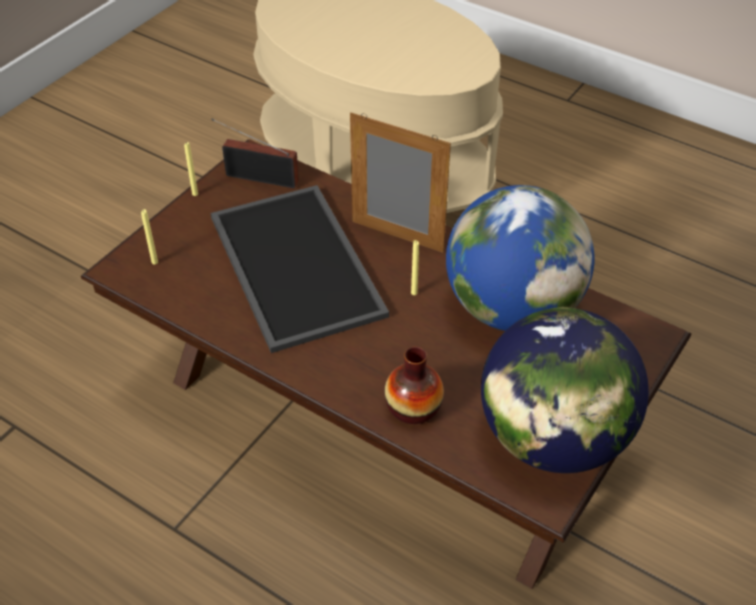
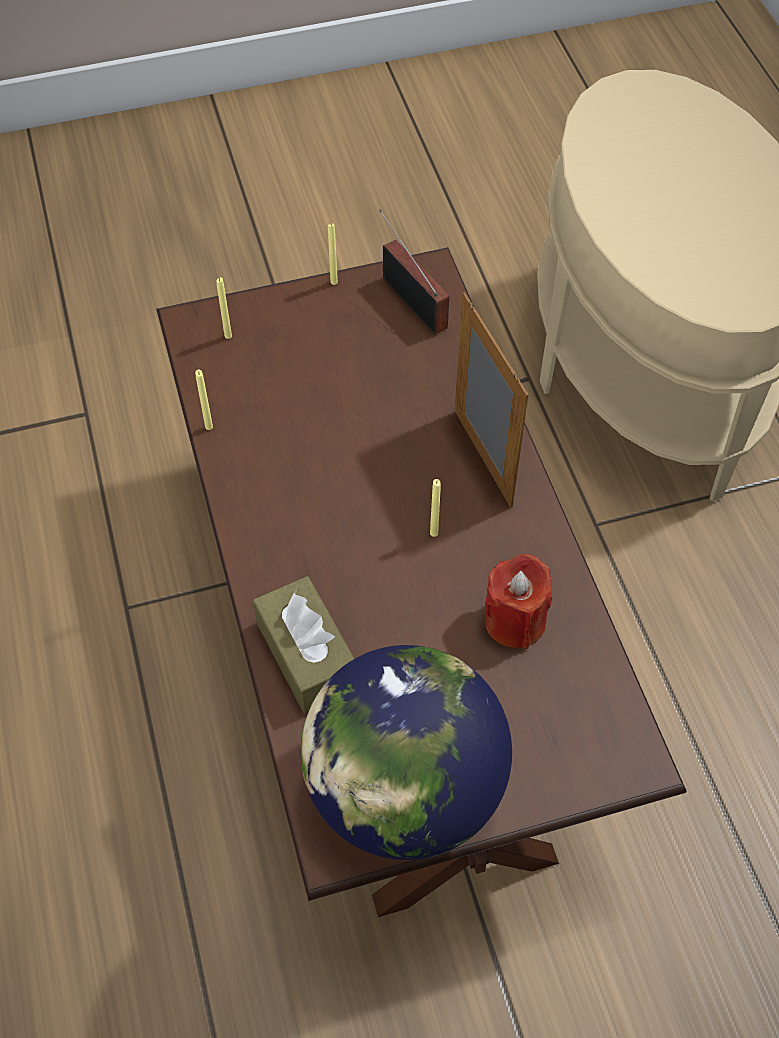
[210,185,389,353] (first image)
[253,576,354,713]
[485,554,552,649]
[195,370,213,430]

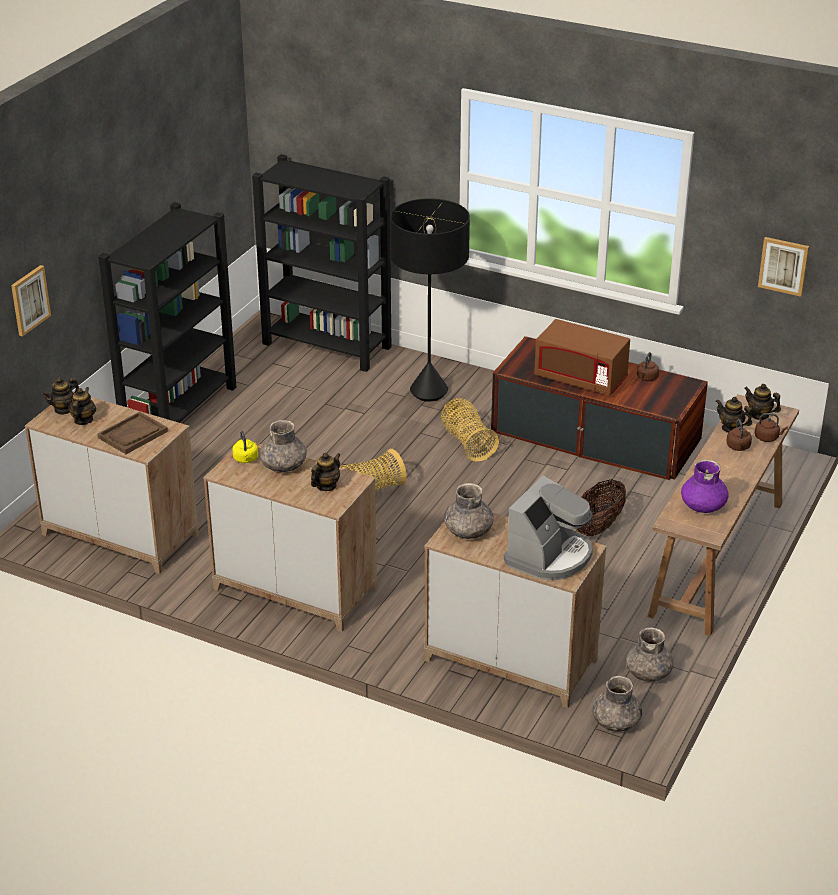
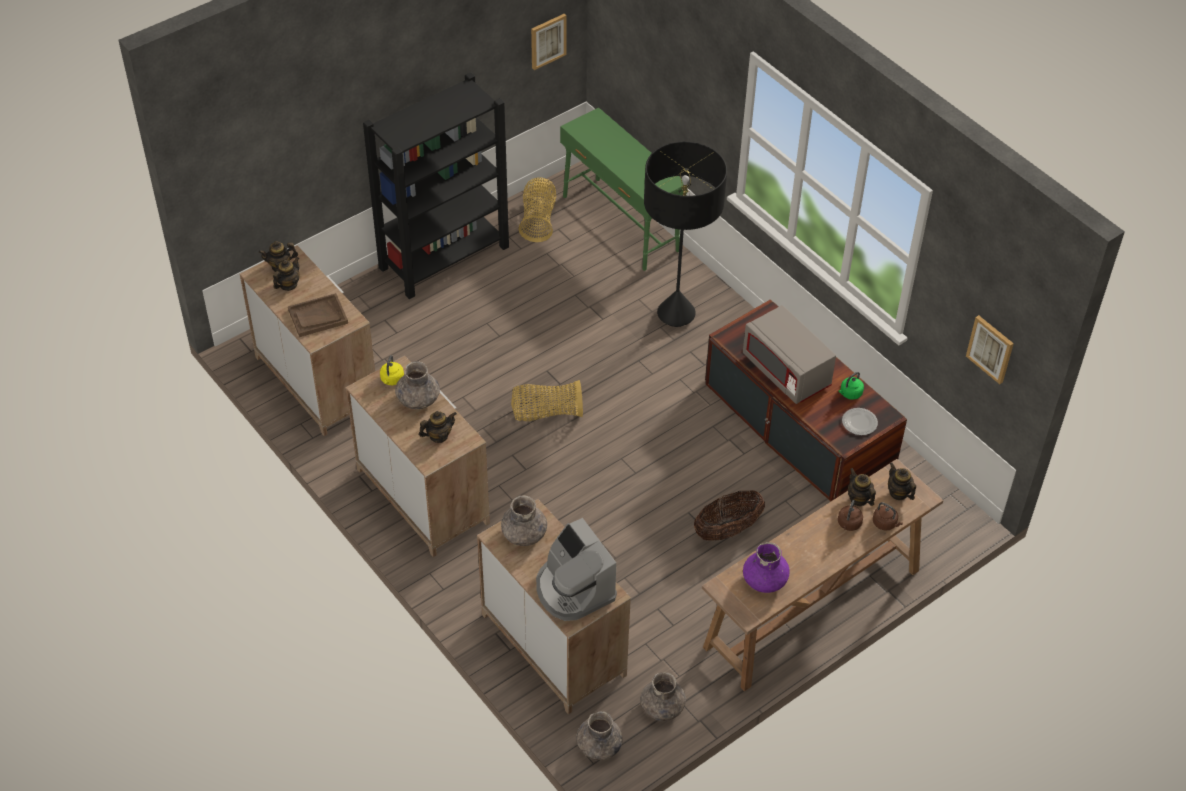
[531,14,566,70]
[560,108,687,271]
[519,177,556,242]
[536,518,617,621]
[743,305,836,404]
[839,372,864,400]
[842,408,878,435]

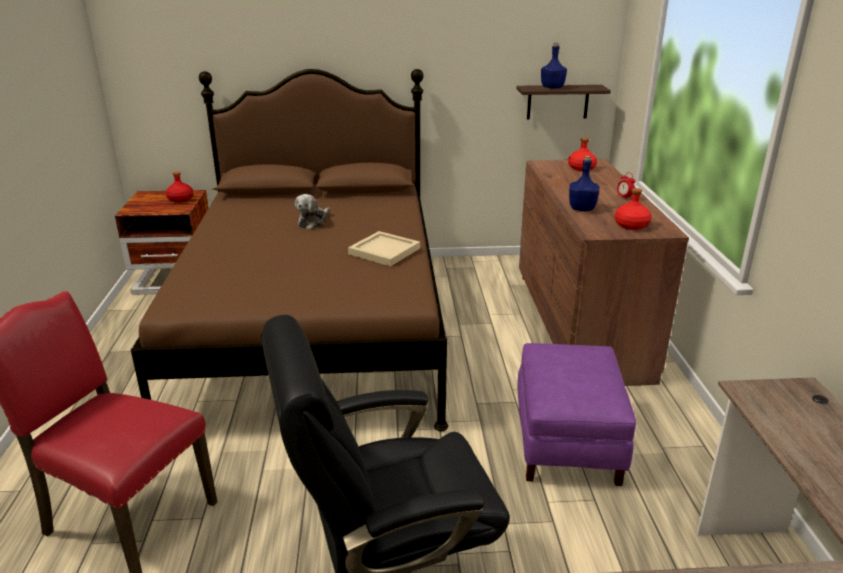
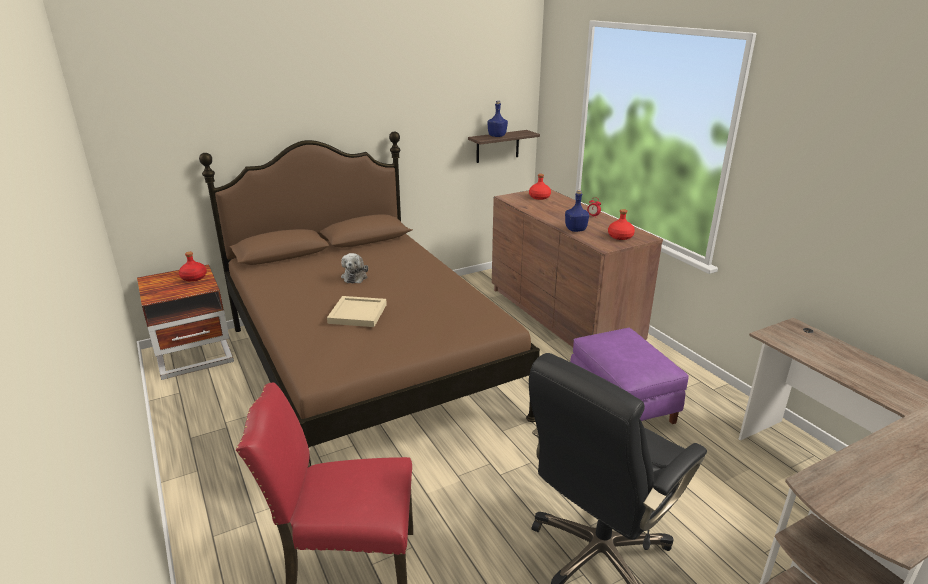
[327,296,387,327]

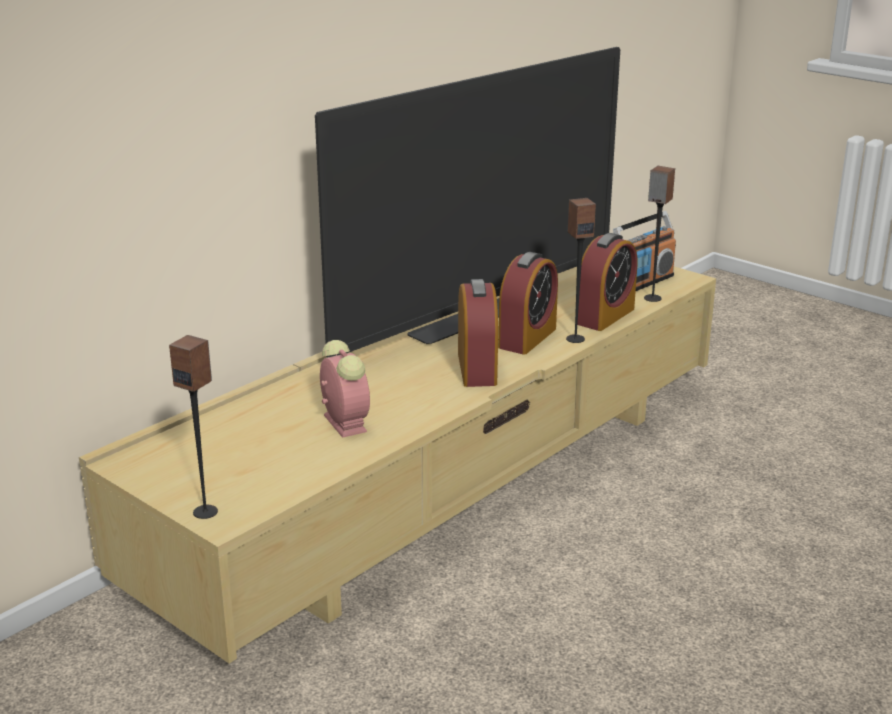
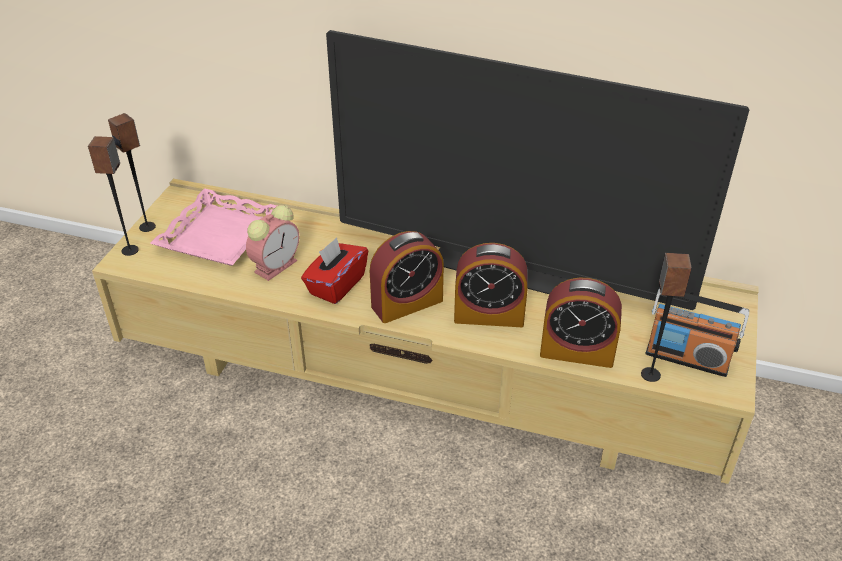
[108,113,156,232]
[150,188,277,266]
[301,237,368,304]

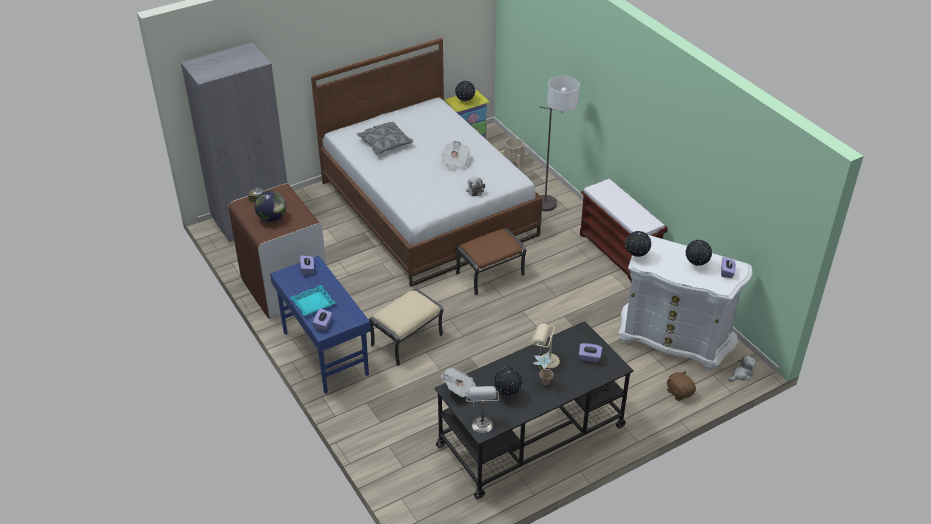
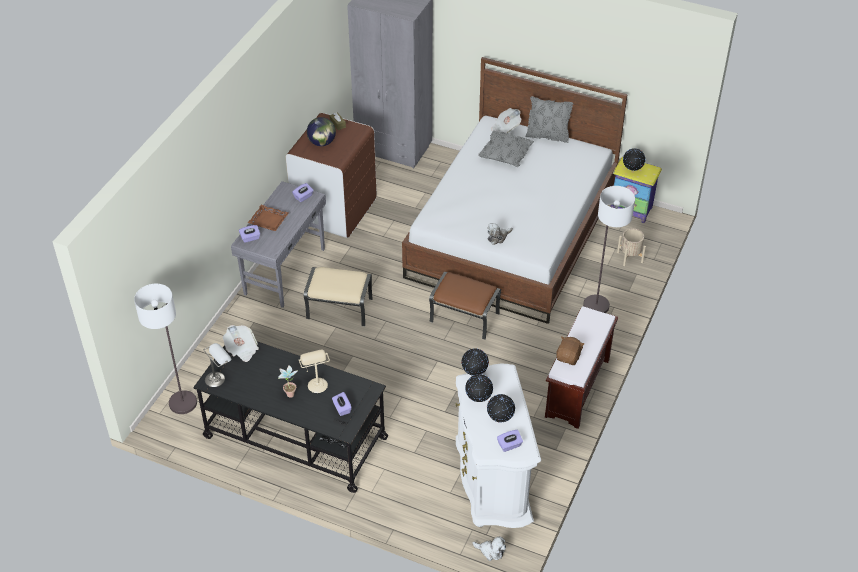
[231,181,326,308]
[248,205,289,231]
[491,108,521,133]
[465,374,493,402]
[556,336,584,365]
[134,284,197,414]
[526,96,573,143]

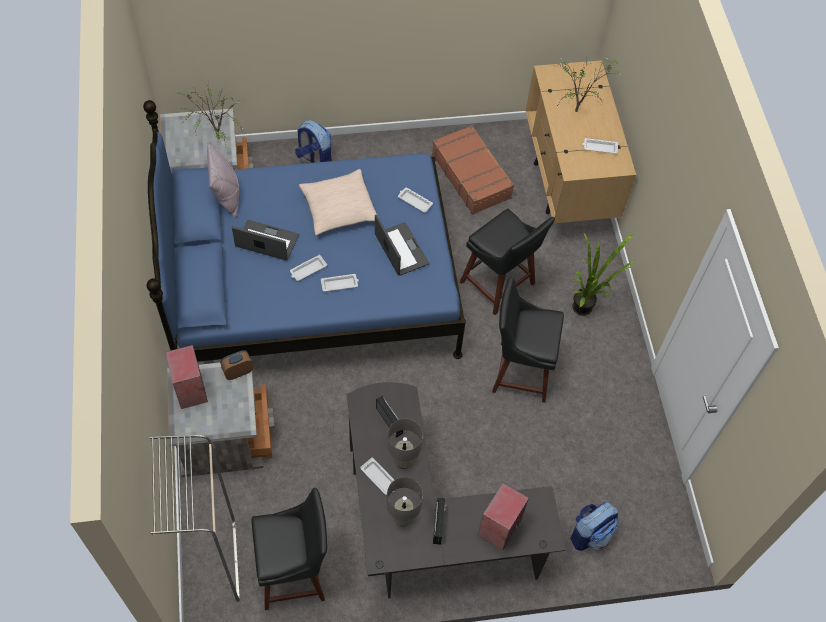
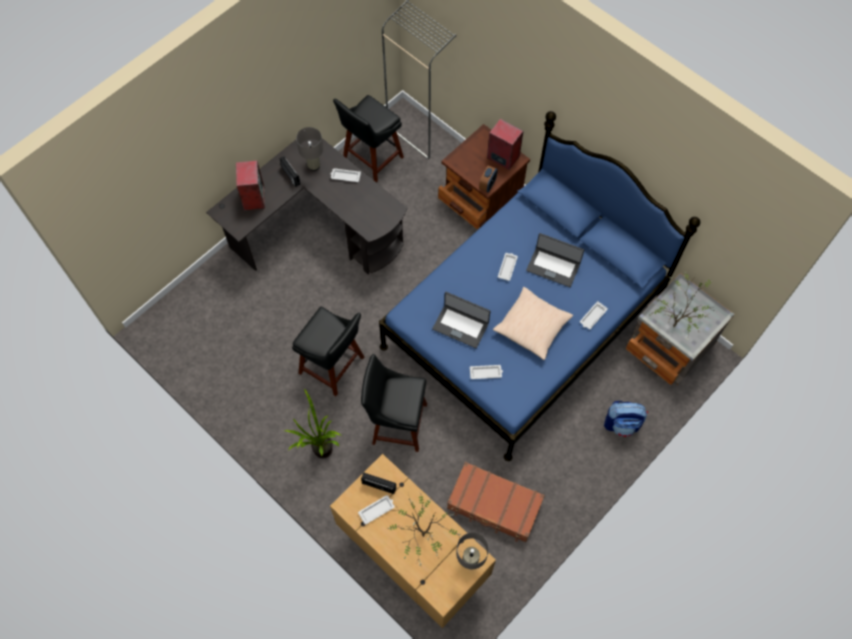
[438,124,530,229]
[207,142,239,218] (first image)
[526,233,584,287]
[580,301,608,329]
[361,472,396,494]
[456,533,489,569]
[292,307,364,396]
[570,502,618,551] (first image)

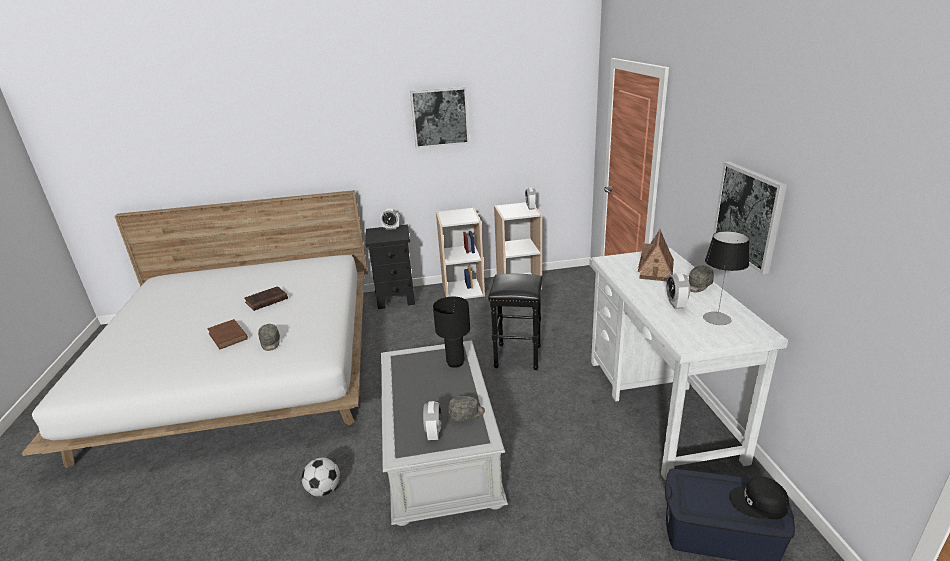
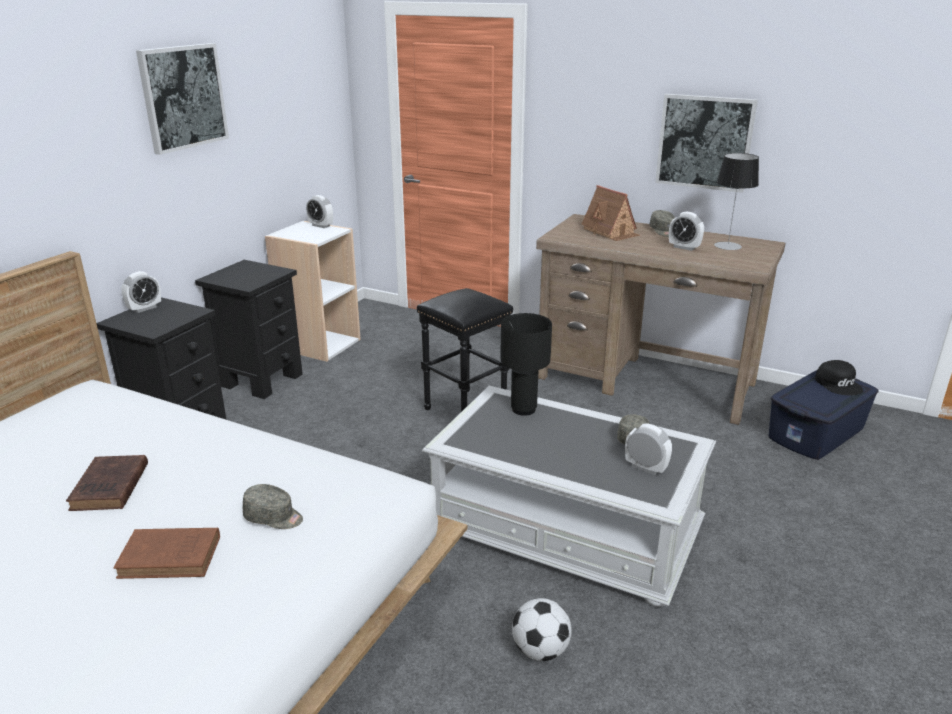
[195,260,303,399]
[536,214,786,425]
[815,360,863,395]

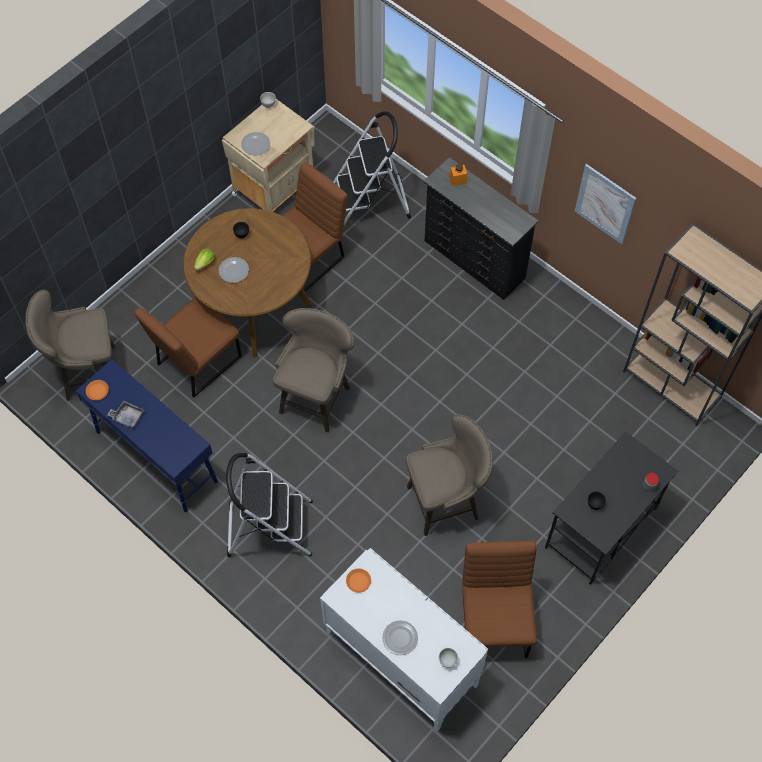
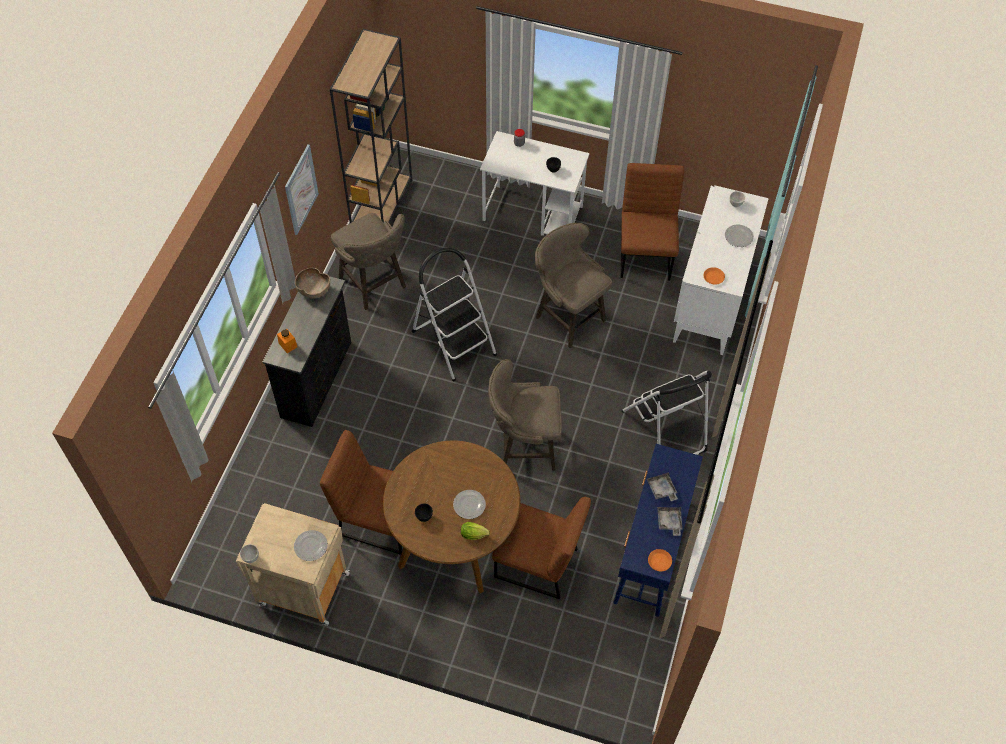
[331,213,406,310]
[412,248,497,381]
[621,163,684,281]
[480,131,590,236]
[295,268,330,299]
[647,472,678,501]

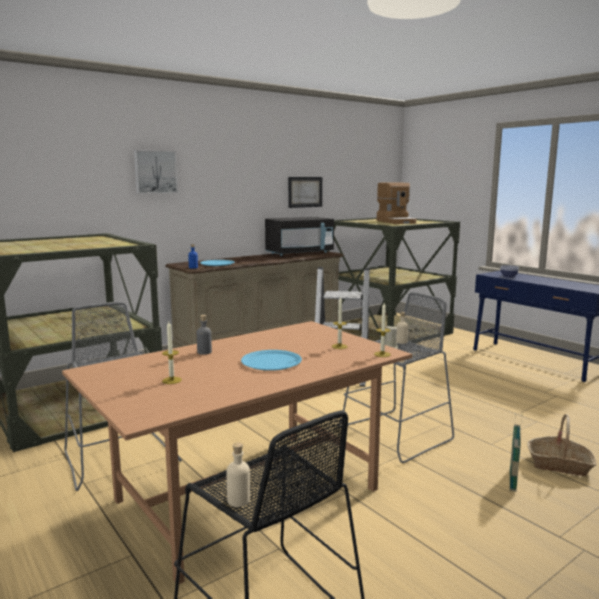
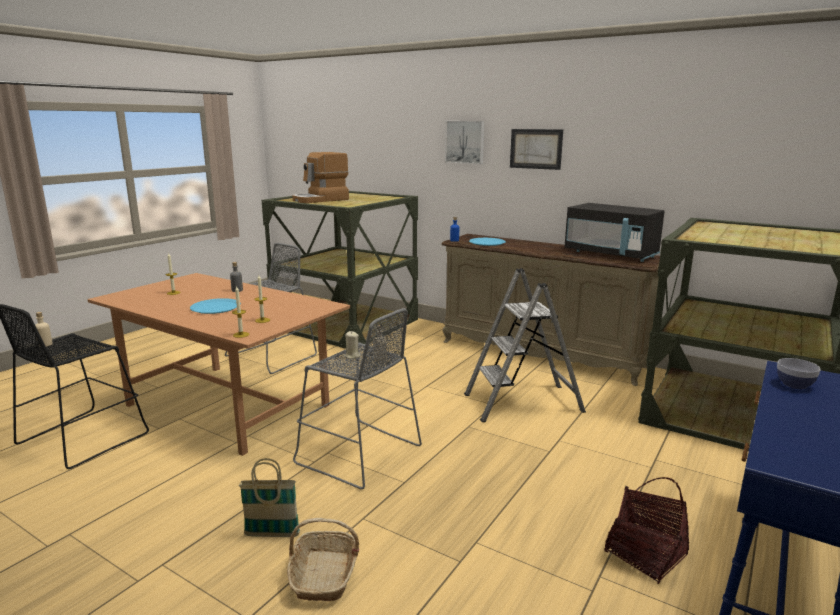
[510,129,563,170]
[293,152,349,203]
[604,477,689,584]

